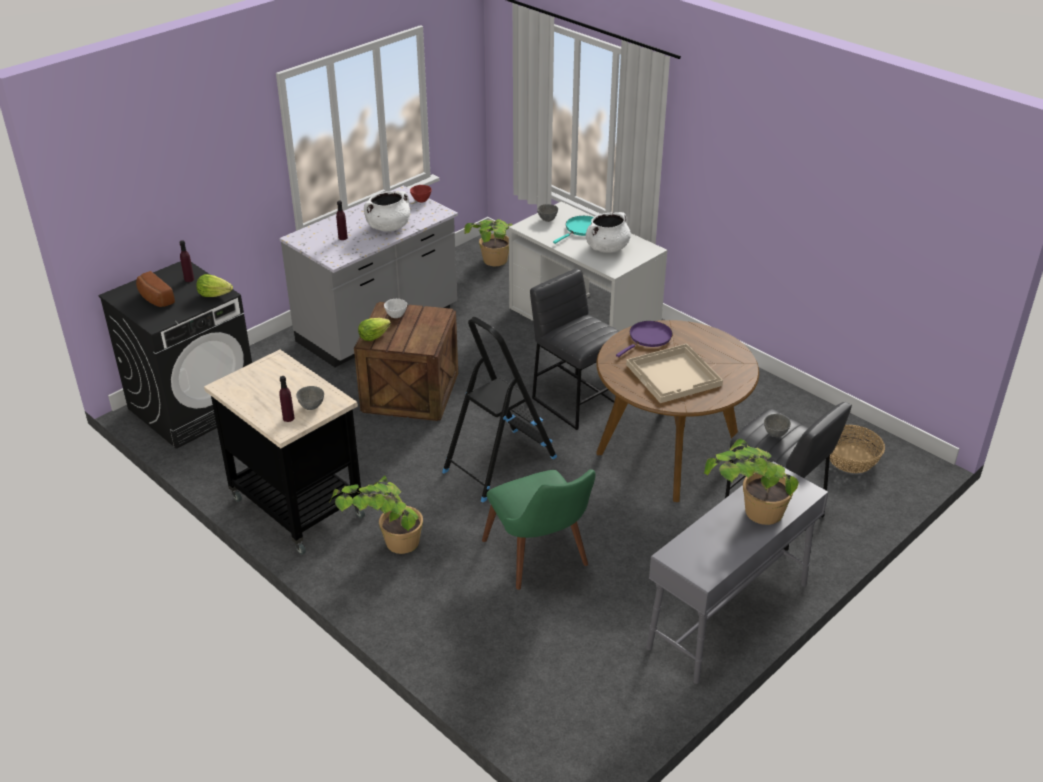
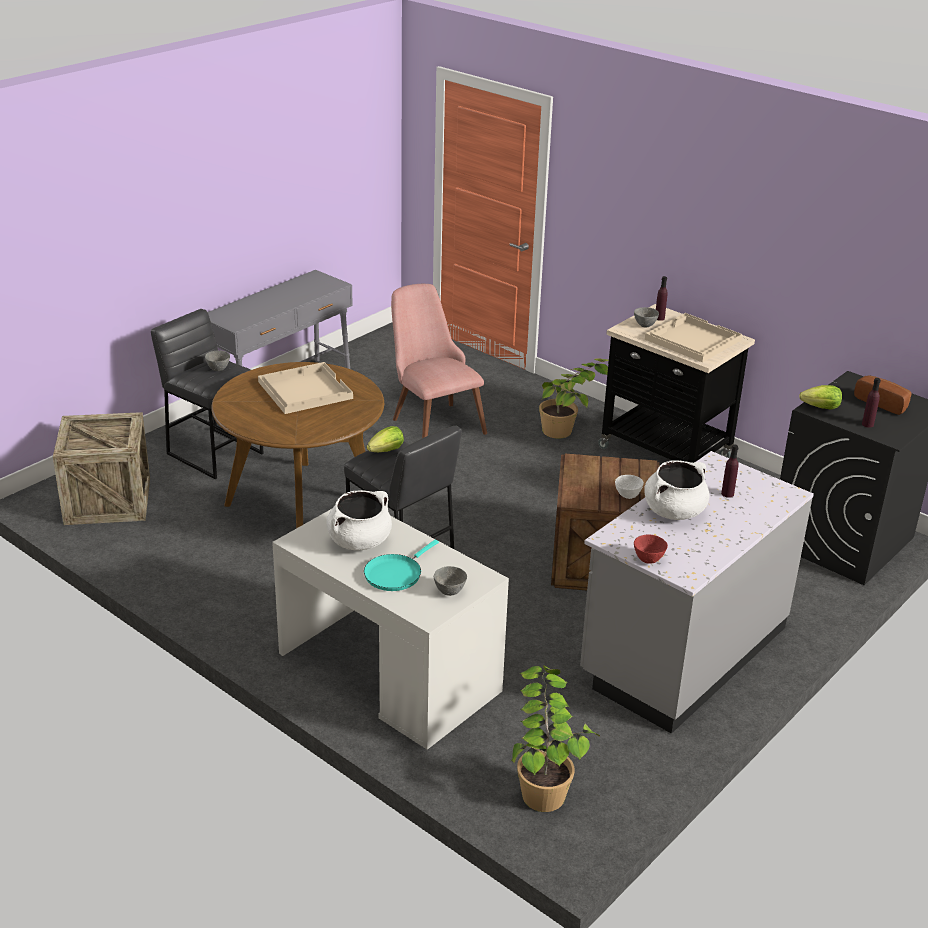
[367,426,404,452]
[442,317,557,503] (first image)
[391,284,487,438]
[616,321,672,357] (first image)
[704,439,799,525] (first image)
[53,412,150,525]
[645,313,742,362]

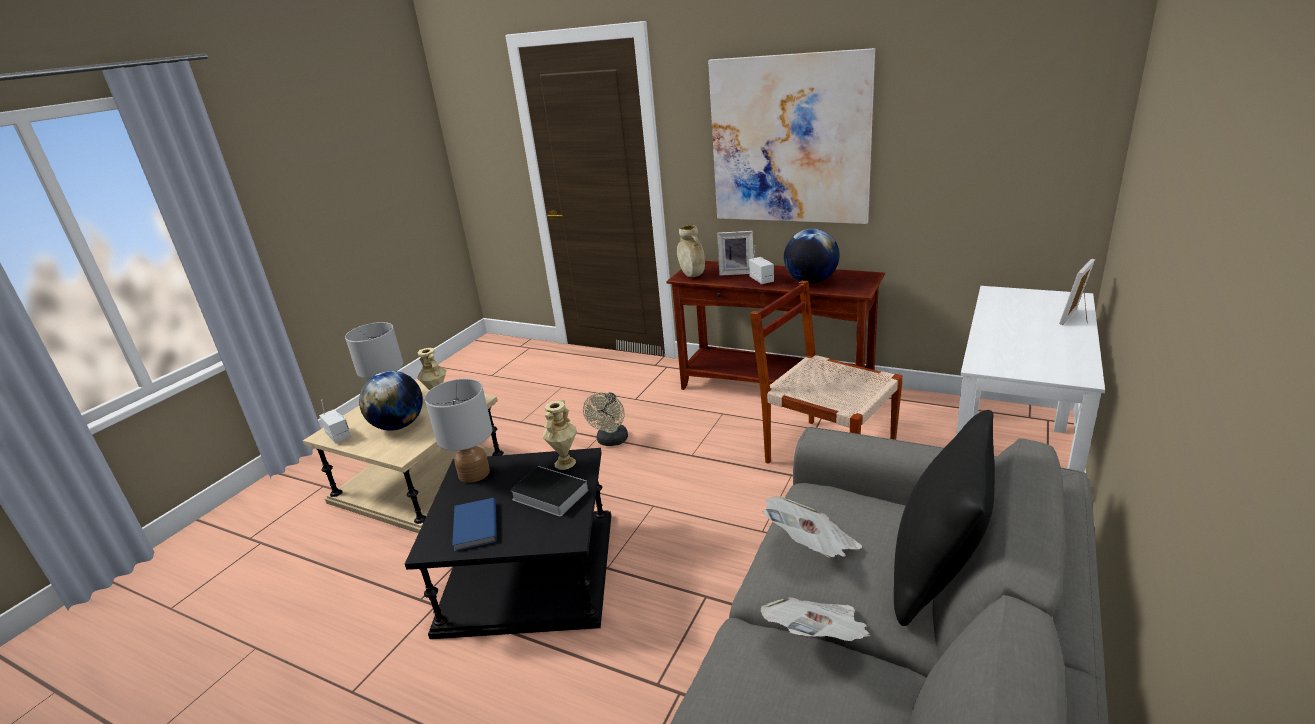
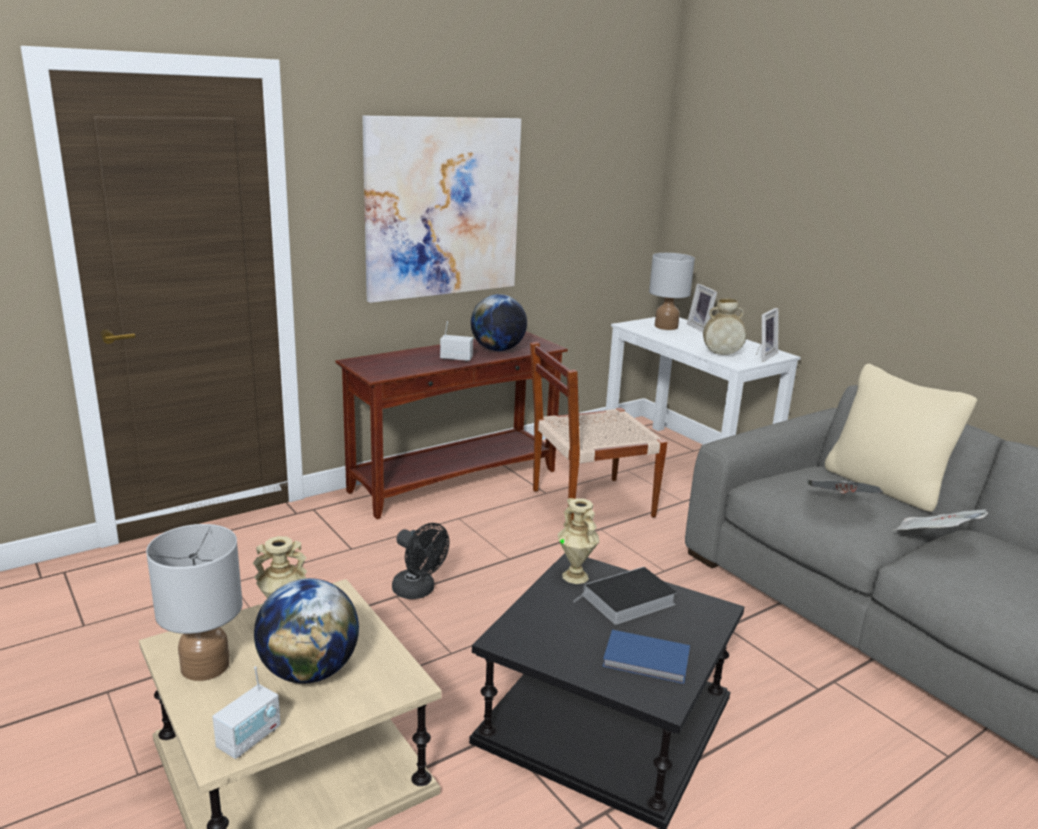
[212,666,281,759]
[649,253,695,330]
[392,523,449,599]
[703,298,747,355]
[756,308,779,362]
[825,364,977,512]

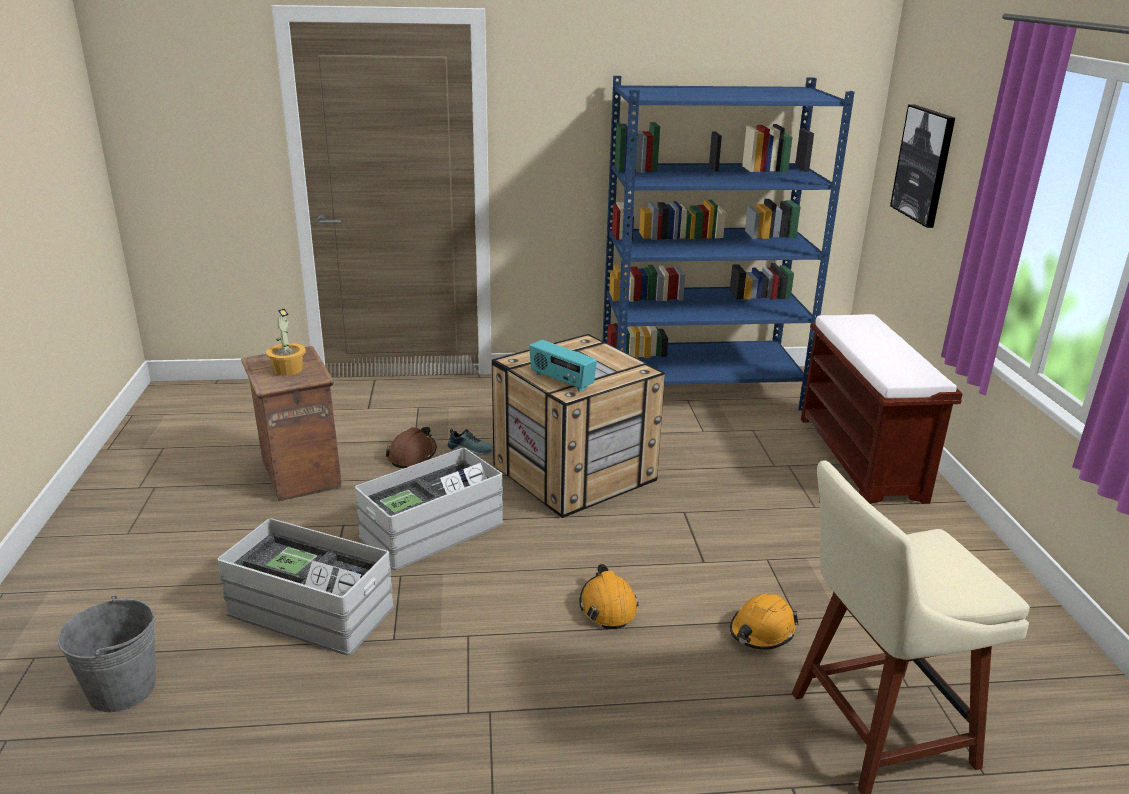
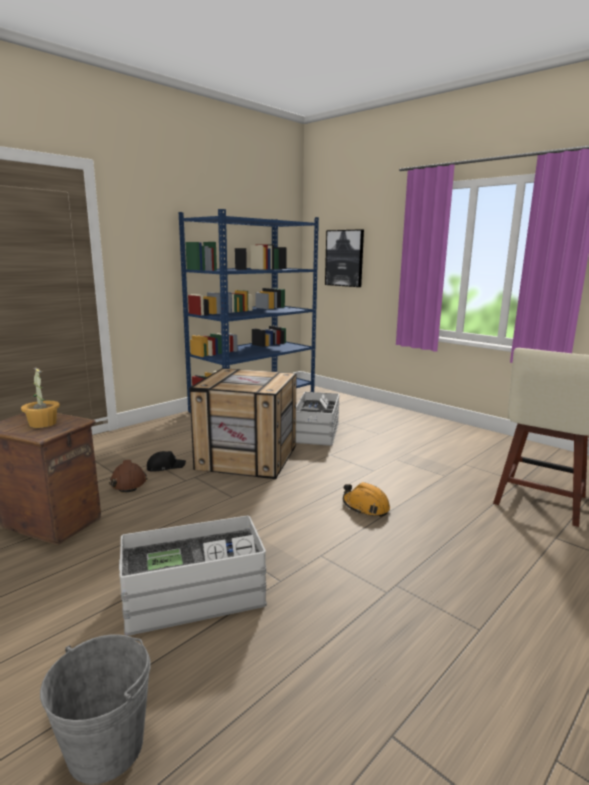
[296,392,339,446]
[147,451,186,472]
[529,340,597,392] (first image)
[730,594,798,650] (first image)
[801,314,963,504] (first image)

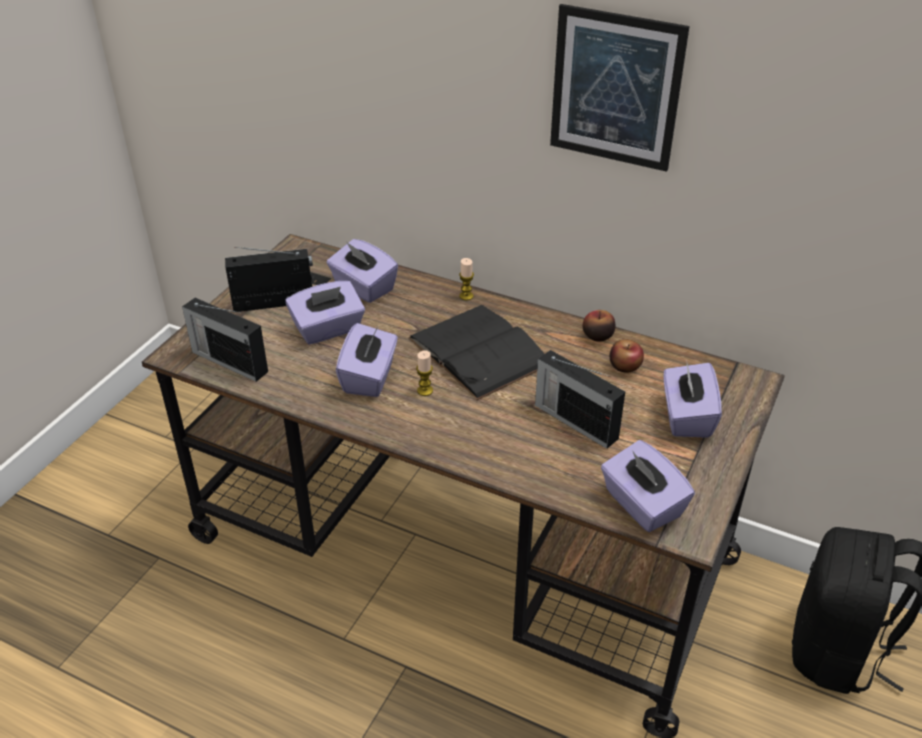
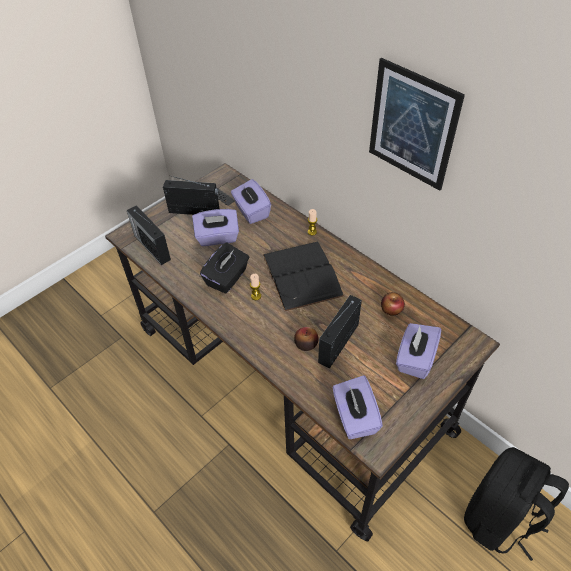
[200,242,249,294]
[318,295,362,368]
[294,327,319,351]

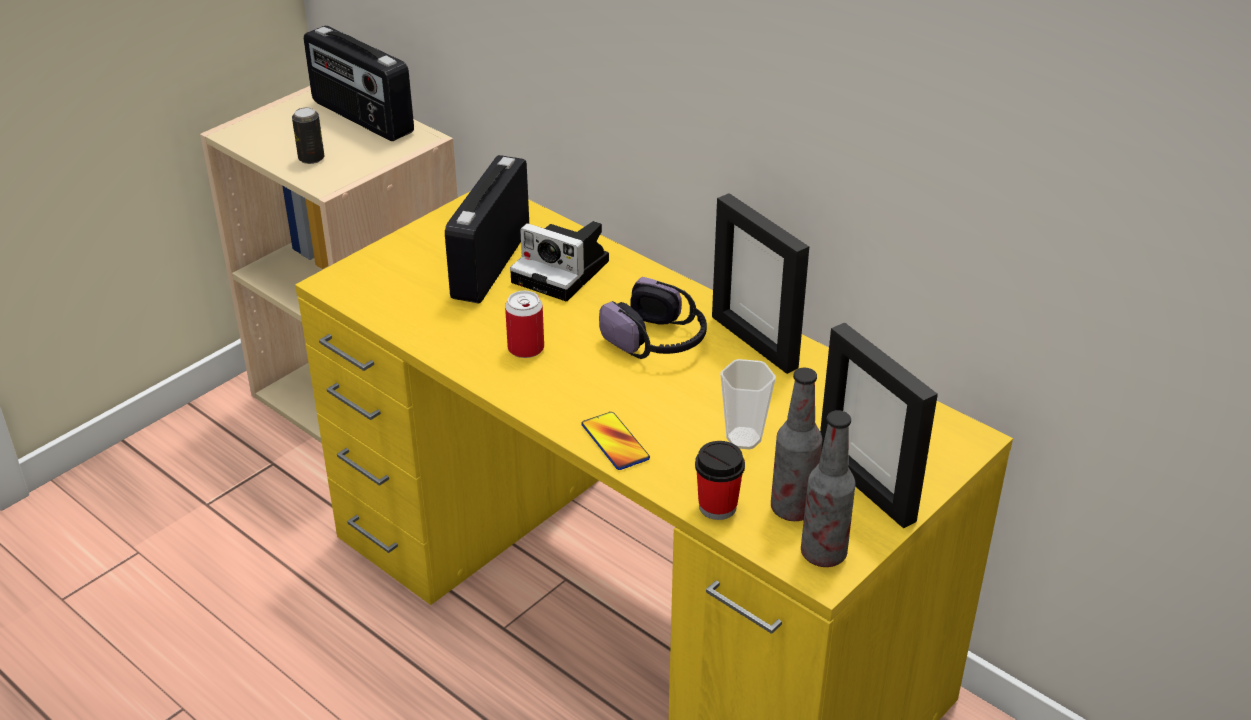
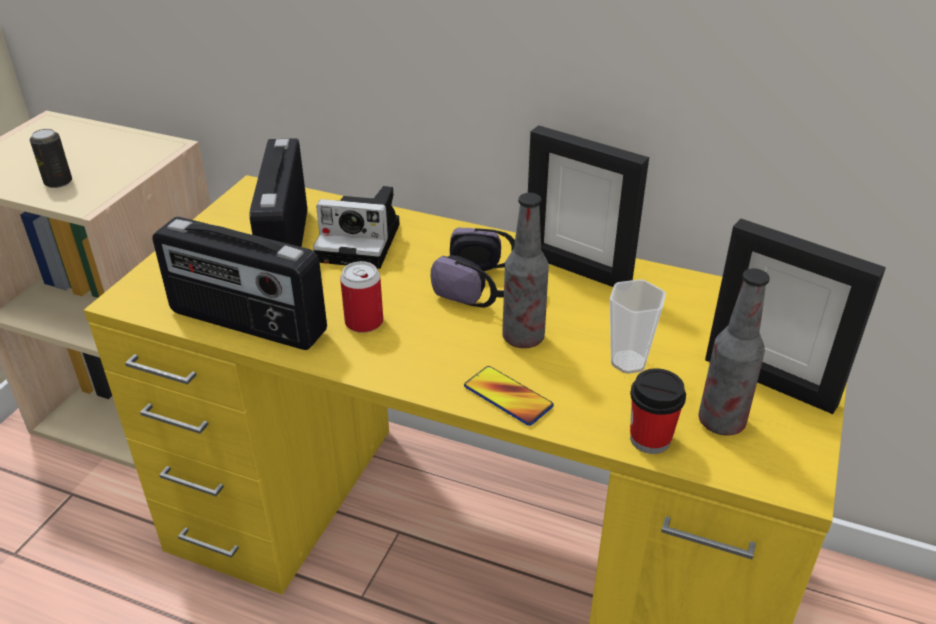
[152,217,327,350]
[502,193,549,348]

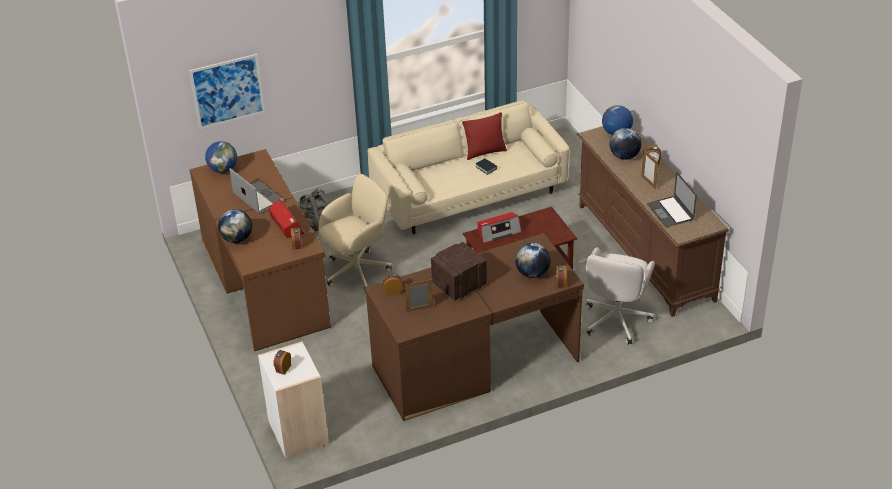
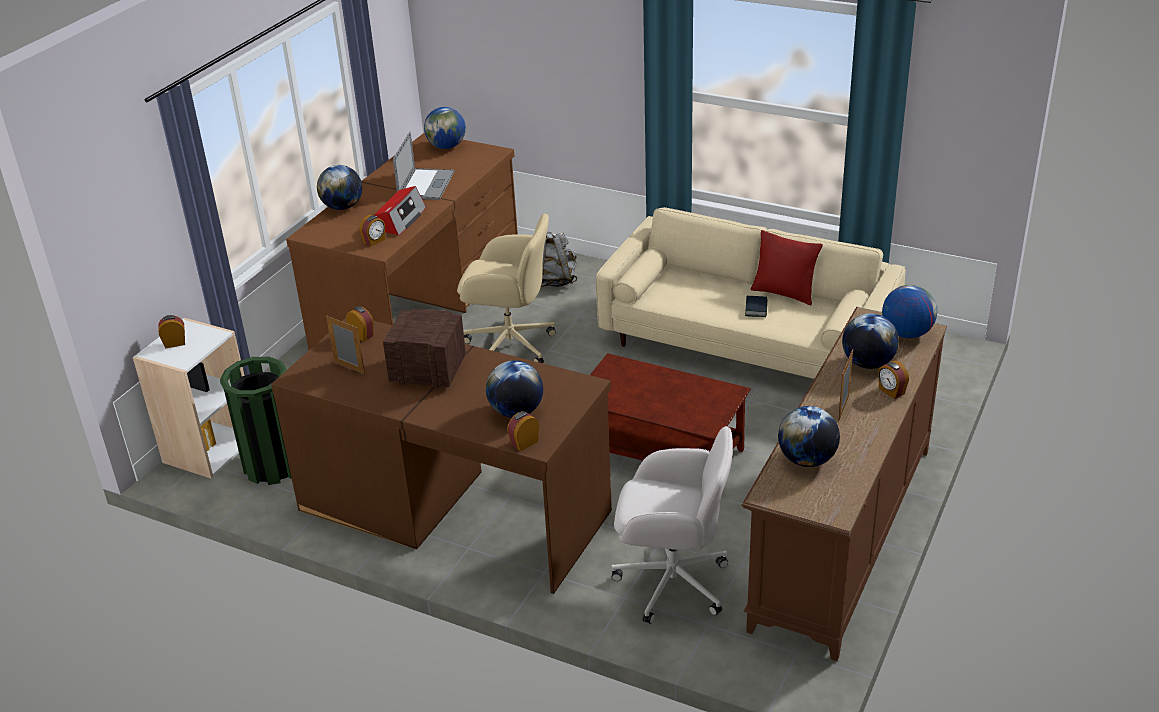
[189,54,265,129] (first image)
[478,212,522,243] (first image)
[612,426,733,624]
[778,406,840,467]
[220,357,291,485]

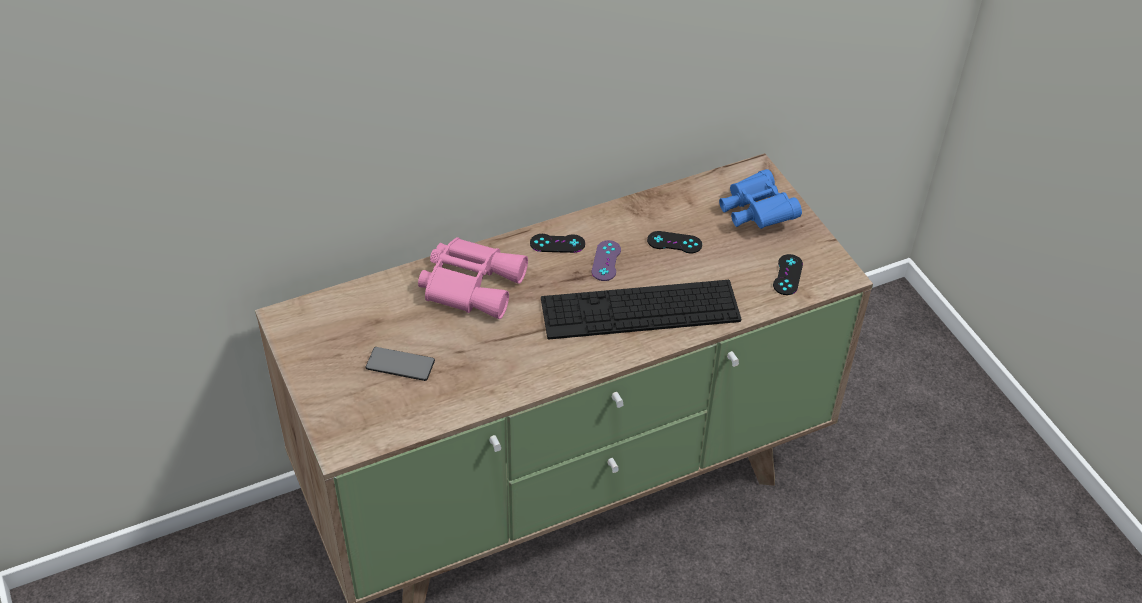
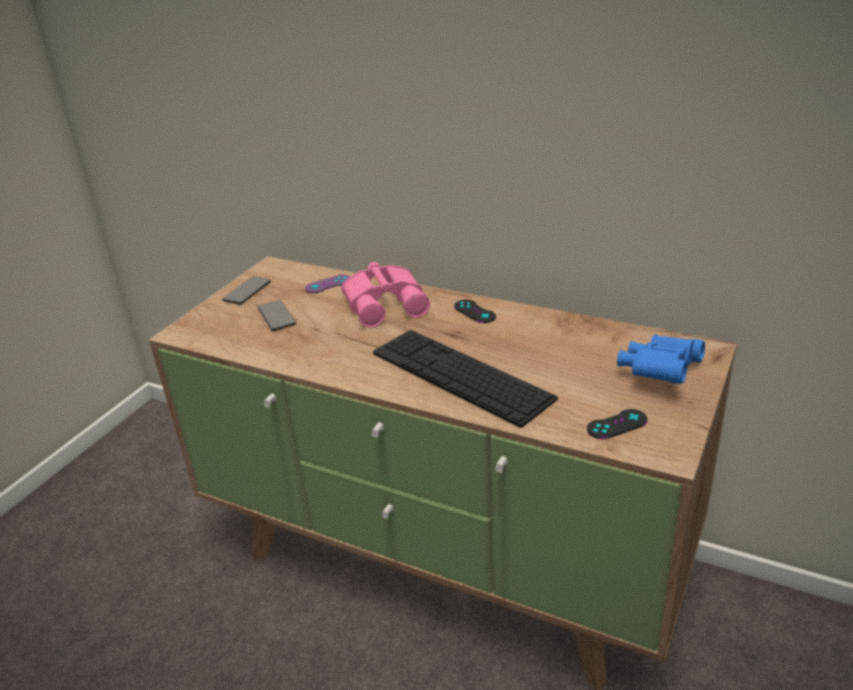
[305,275,350,293]
[647,231,702,253] (first image)
[222,276,271,304]

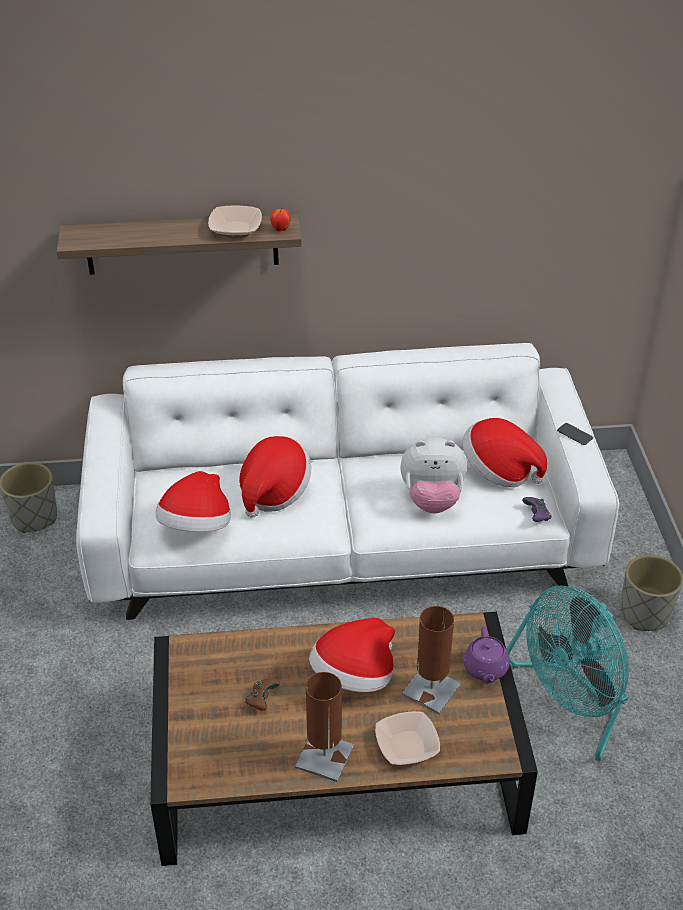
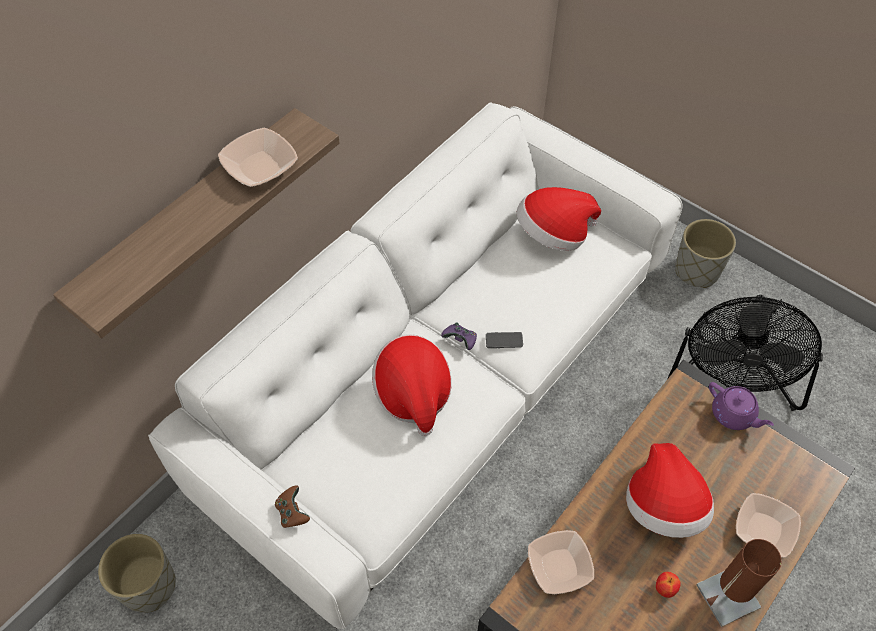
[155,471,231,532] (first image)
[275,485,310,528]
[656,572,681,598]
[400,437,467,514] (first image)
[402,606,461,714] (first image)
[668,295,823,411]
[441,322,477,350]
[486,332,523,348]
[528,530,594,594]

